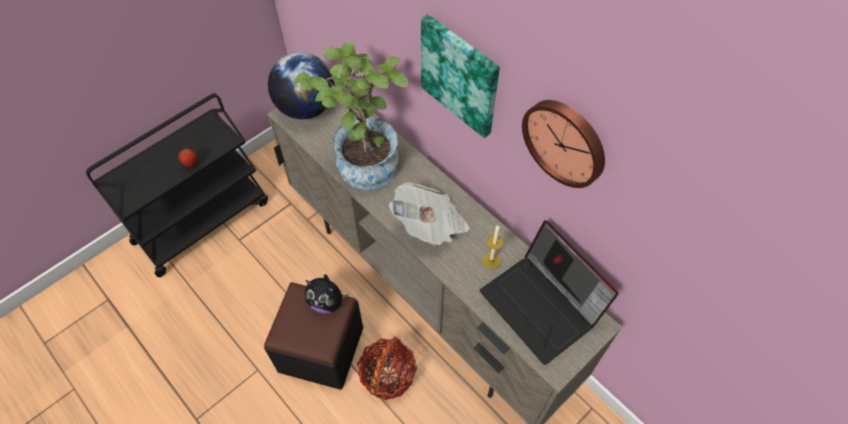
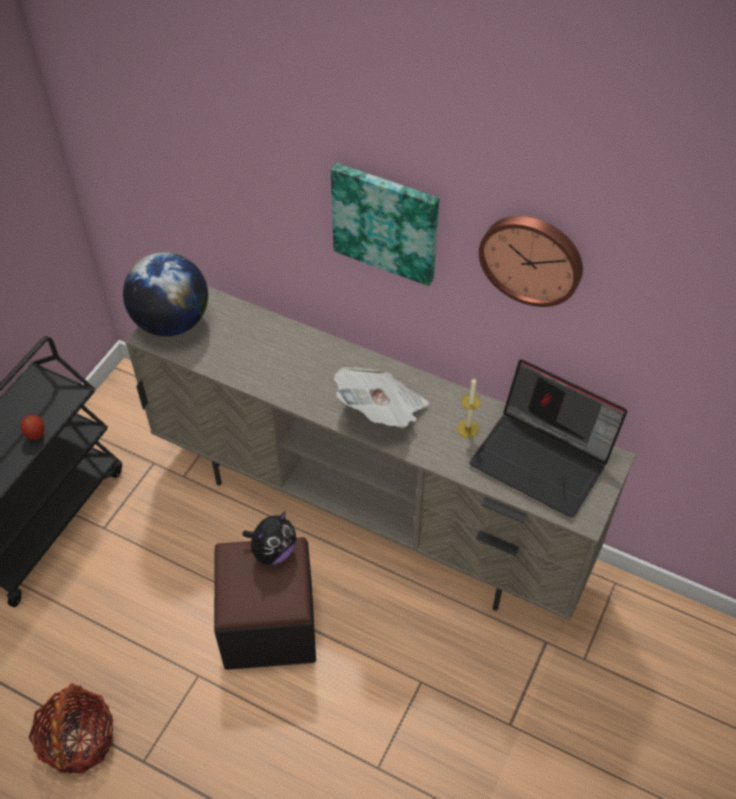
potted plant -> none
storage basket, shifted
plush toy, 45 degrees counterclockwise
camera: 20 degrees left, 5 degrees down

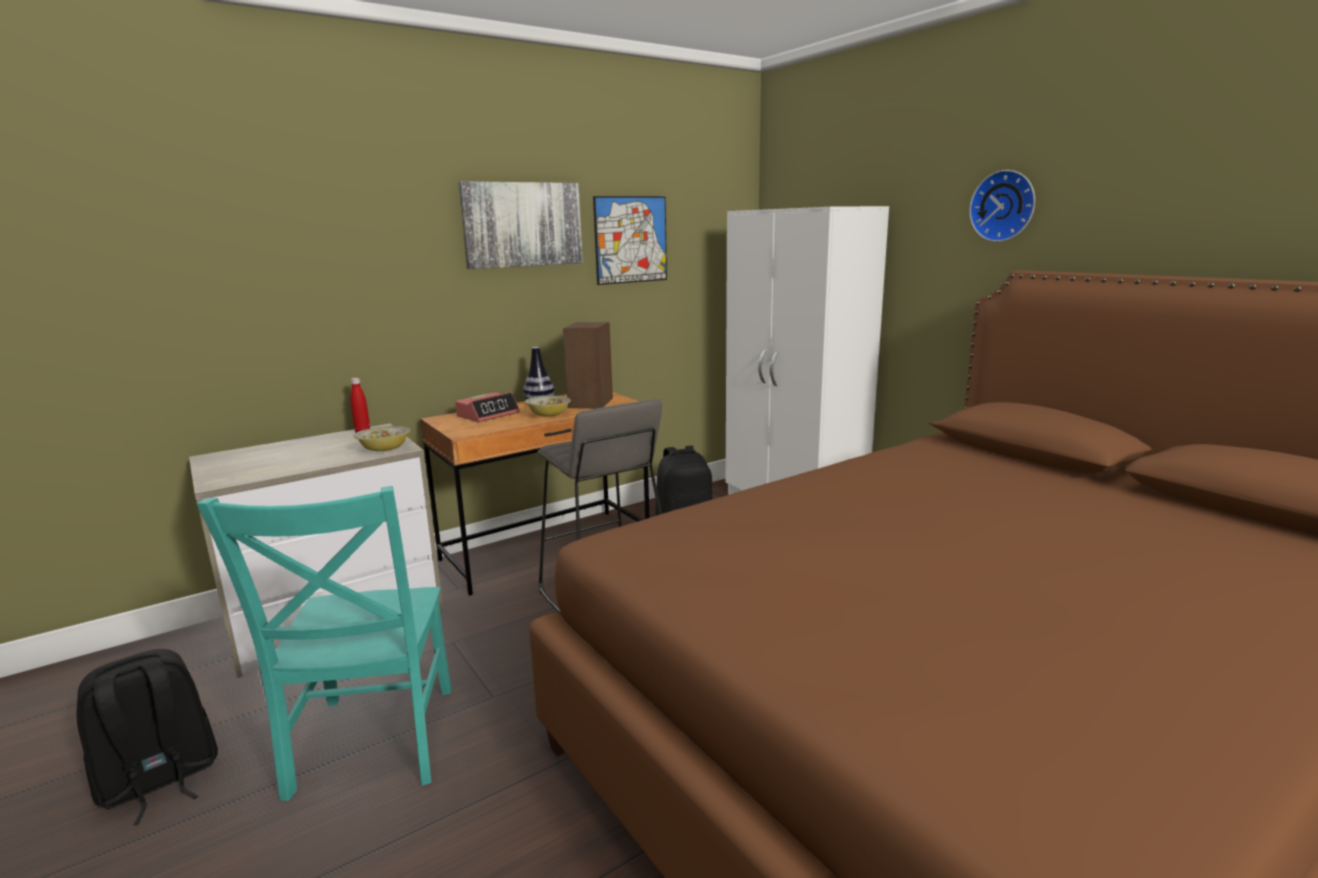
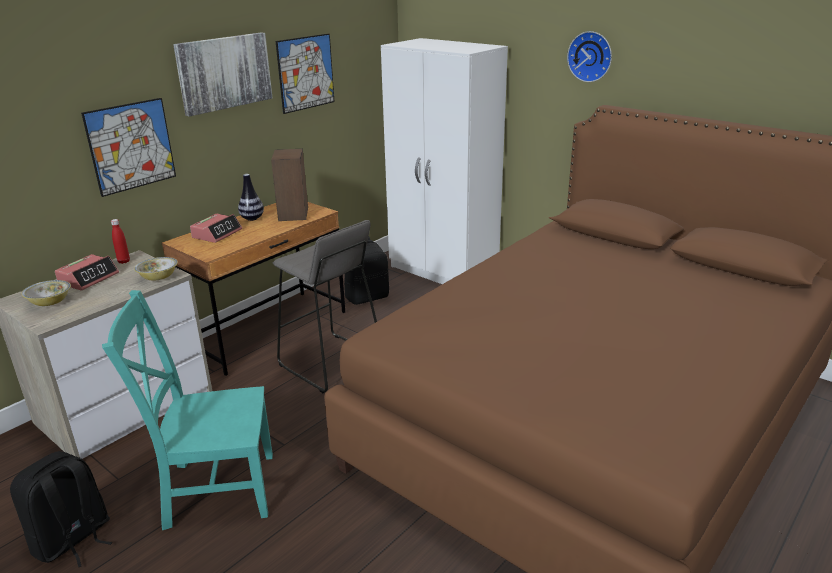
none -> table clock (no. 1 from left)
none -> wall picture (no. 1 from left)
serving bowl (no. 2 from left in the first image) -> serving bowl (no. 1 from left), shifted
upright chair in blue-green, 105 degrees clockwise
camera: 15 degrees left, 10 degrees up

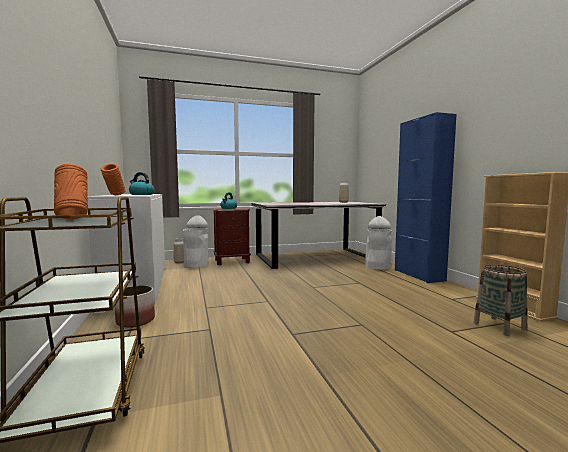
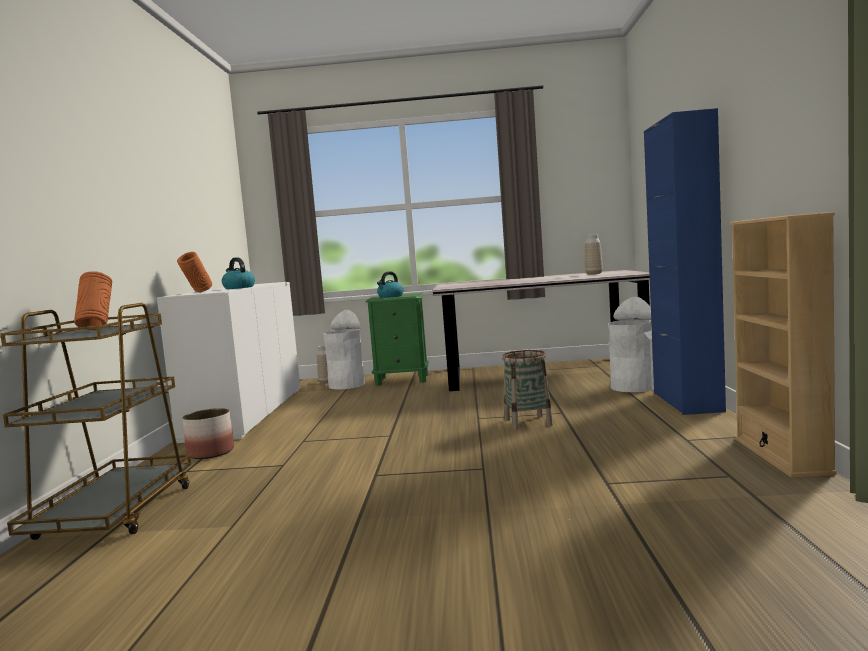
storage basket, shifted
night table in brown-coloured -> night table in green-coloured
camera: 20 degrees right, 0 degrees up

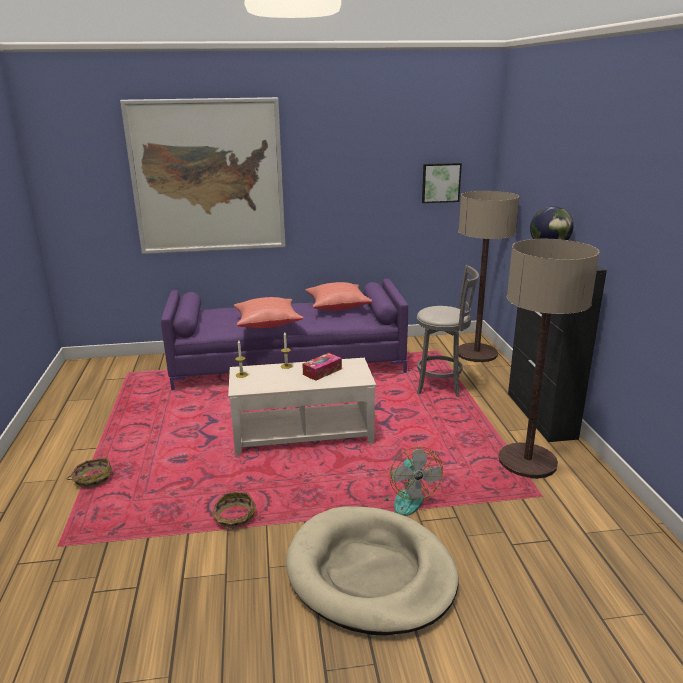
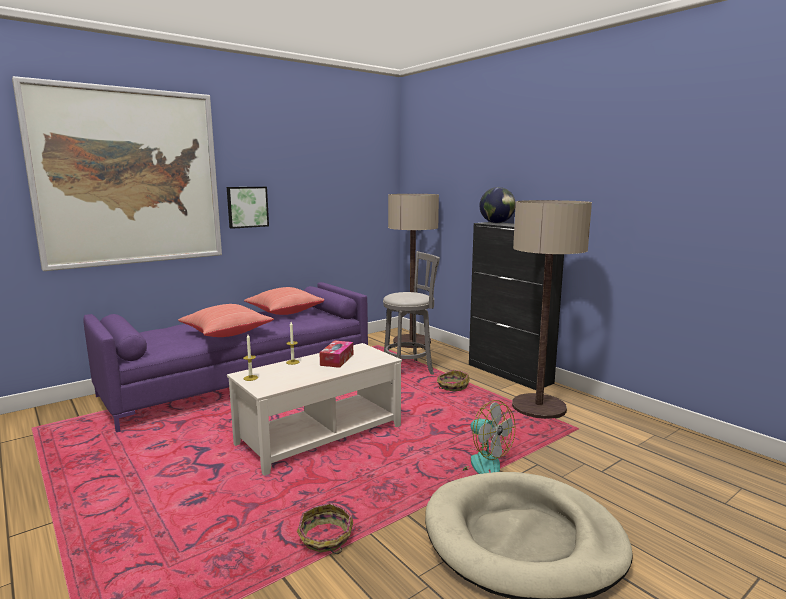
storage basket (no. 1 from left in the first image) -> storage basket (no. 2 from left), shifted
wall picture (no. 2 from left), shifted
camera: 30 degrees left, 10 degrees down

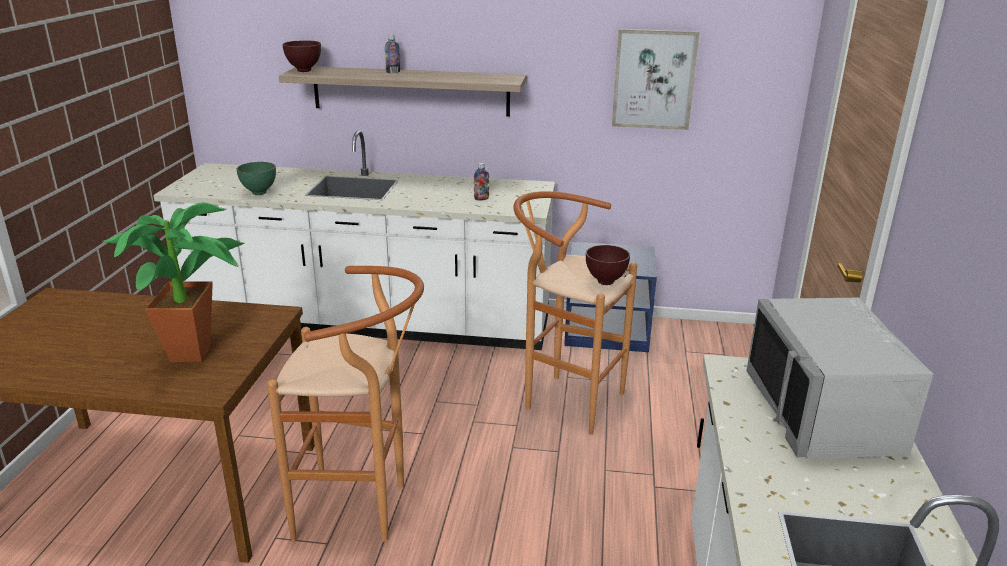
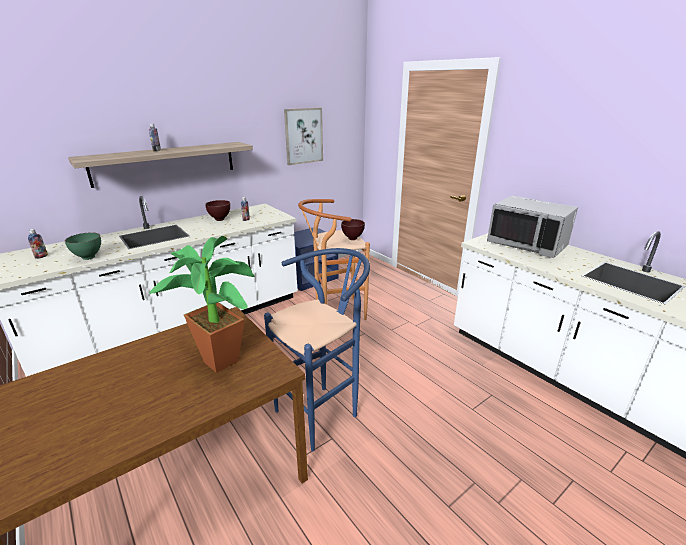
none -> drink bottle (no. 1 from left)
serving bowl in brown-coloured (no. 1 from left), shifted
sitting stool in brown-coloured (no. 1 from left) -> sitting stool in bluish
camera: 45 degrees left, 0 degrees up

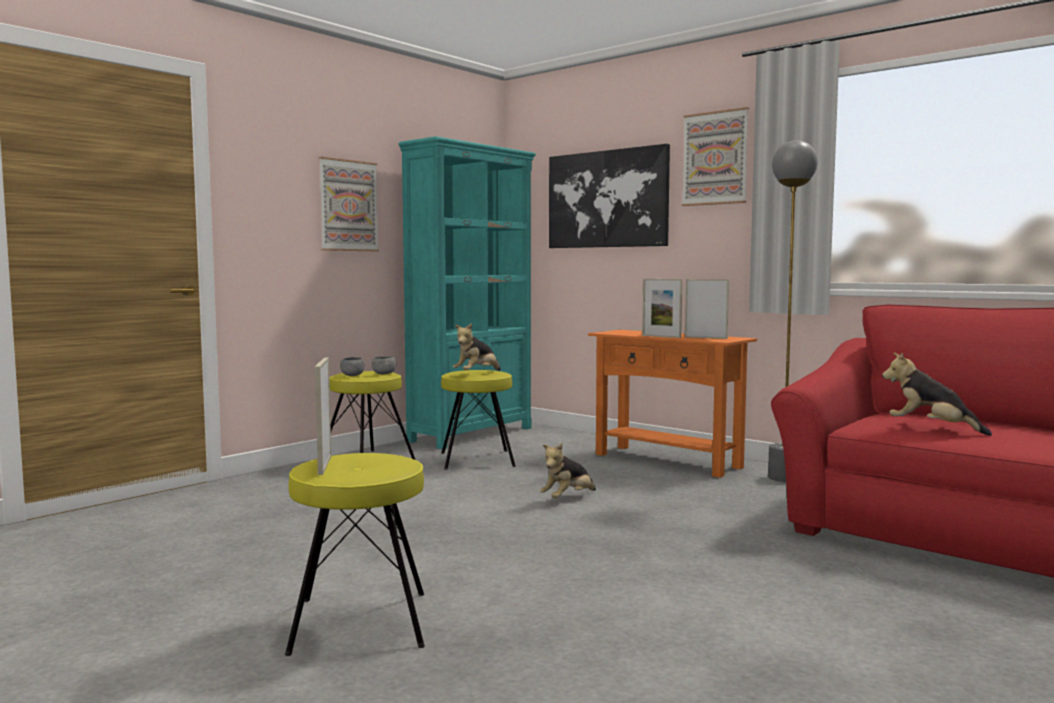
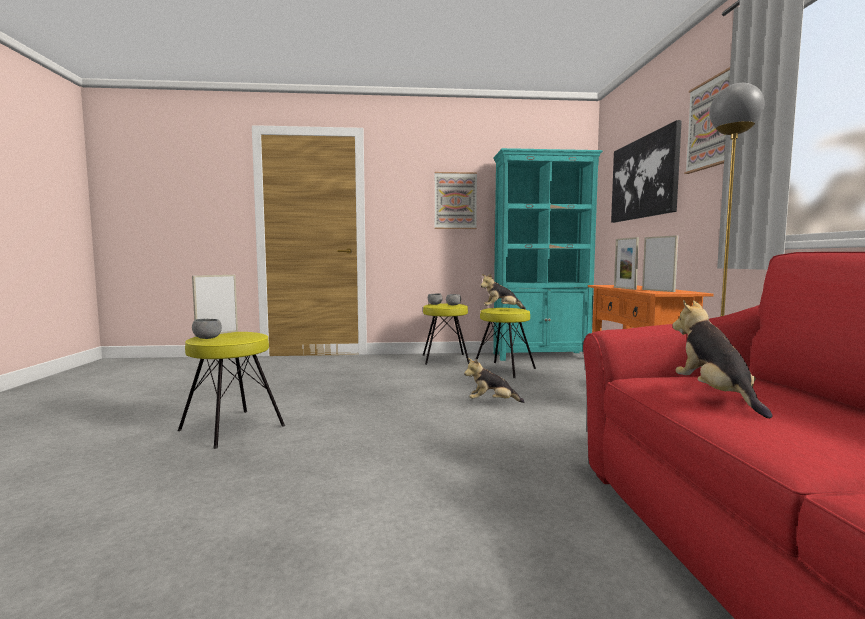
none -> serving bowl in greyish (no. 1 from left)
camera: 45 degrees right, 0 degrees up

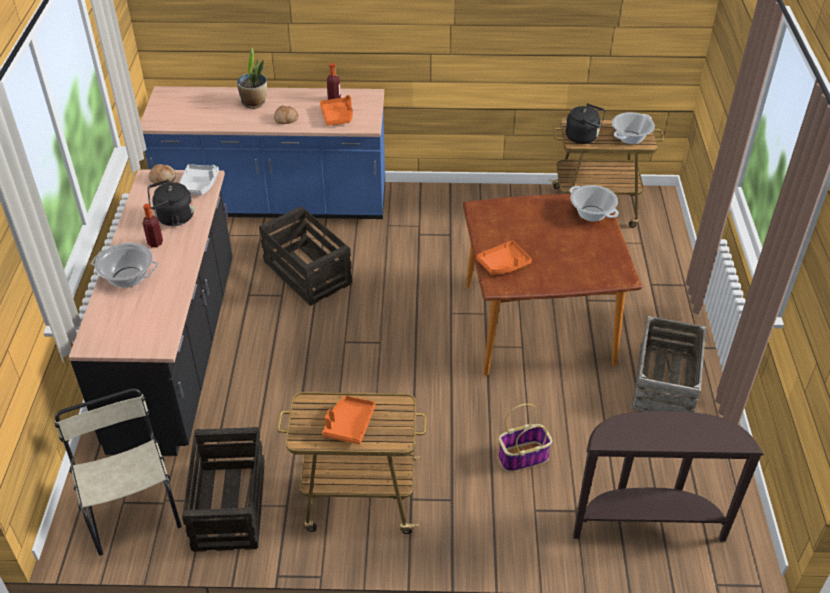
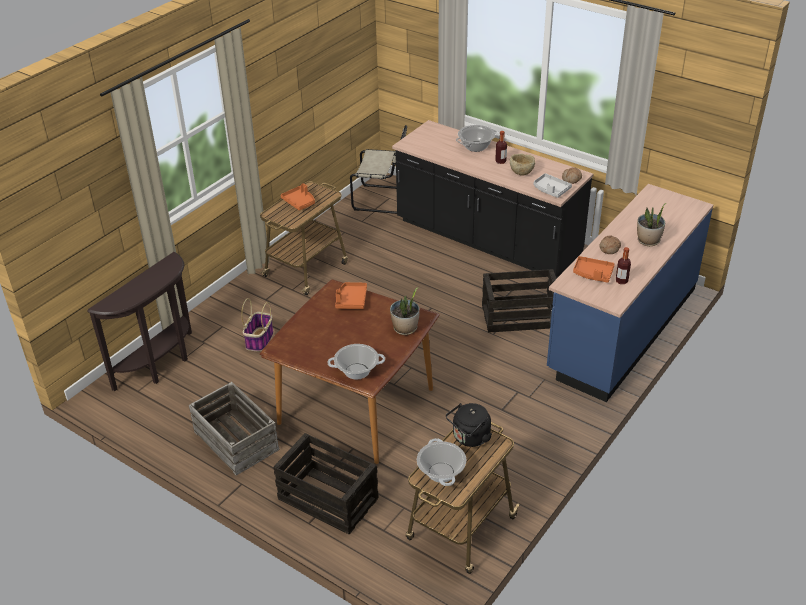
none -> potted plant (no. 1 from left)
crate (no. 1 from left in the first image) -> crate (no. 2 from left), shifted
kettle in black-coloured (no. 1 from left) -> serving bowl in beige
camera: 125 degrees right, 5 degrees down

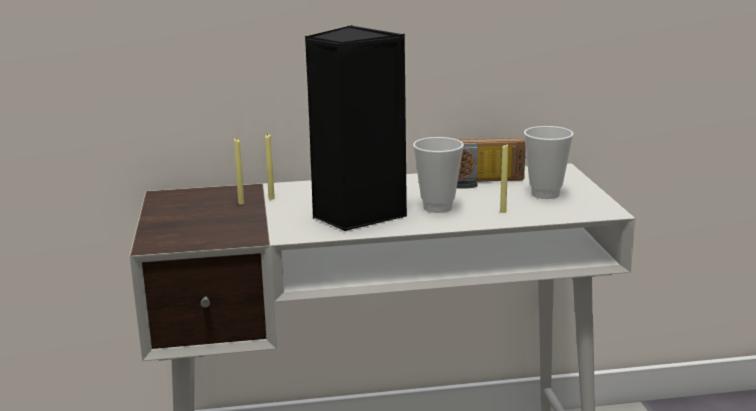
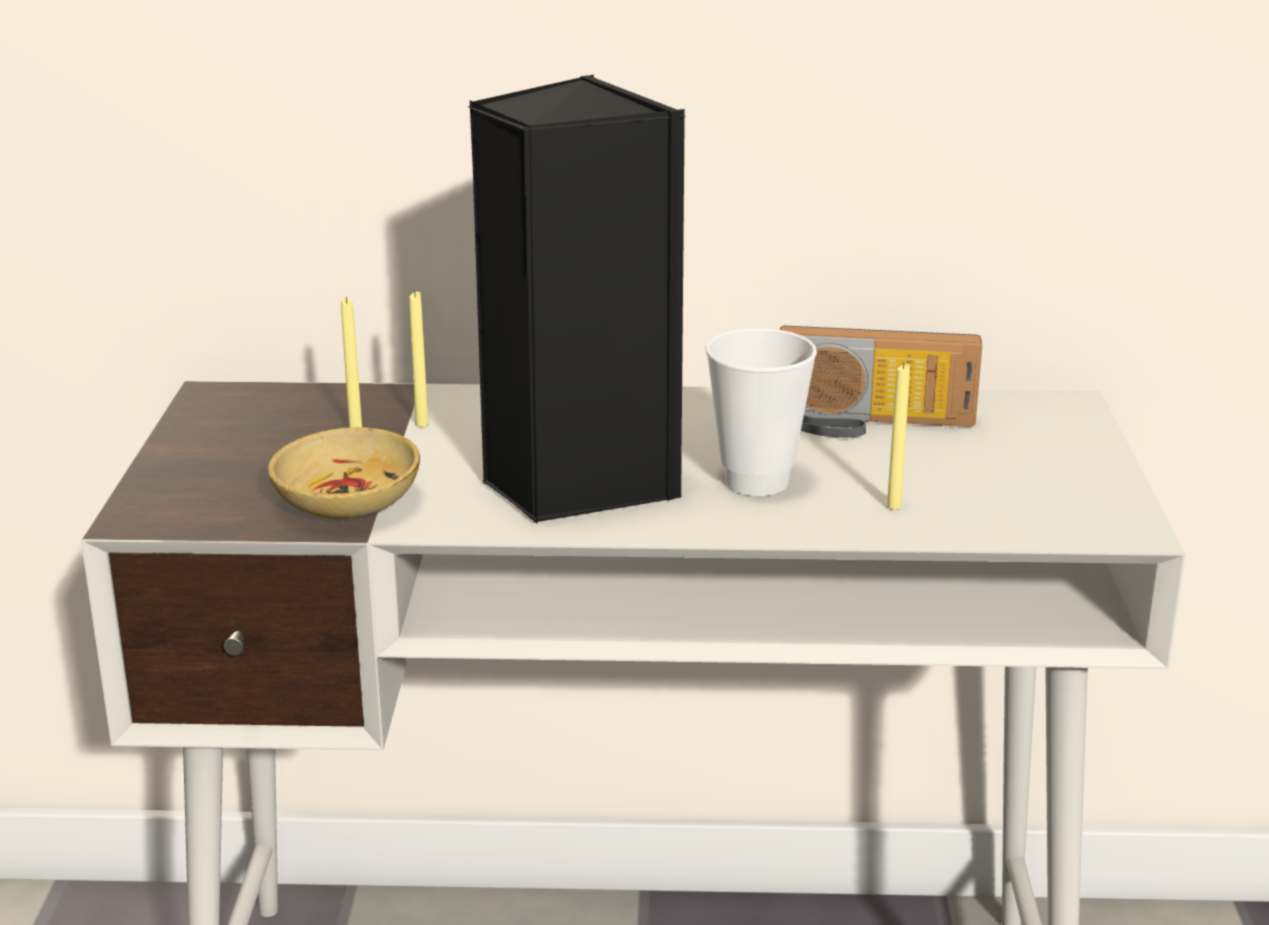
cup (no. 2 from left) -> none
none -> serving bowl in beige
camera: 10 degrees right, 5 degrees up

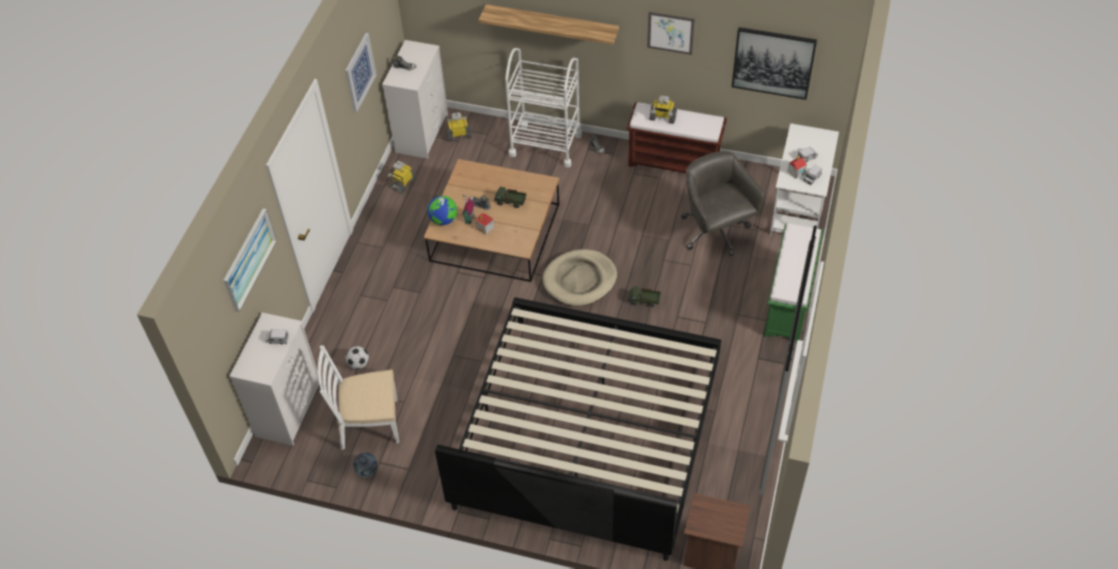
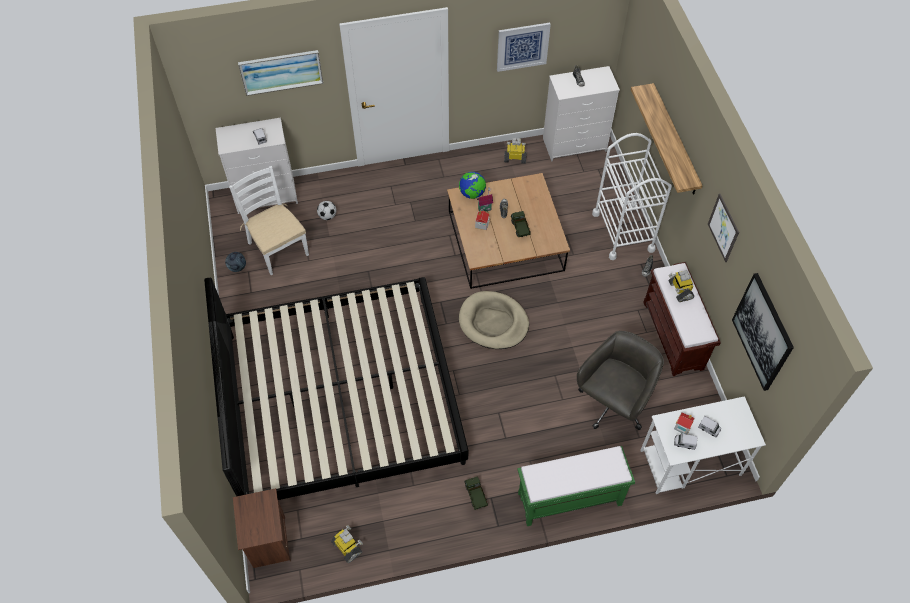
toy robot (no. 2 from left in the first image) -> toy robot (no. 1 from left), shifted
model truck (no. 3 from left in the first image) -> model truck (no. 2 from left), shifted
camera: 60 degrees right, 5 degrees up

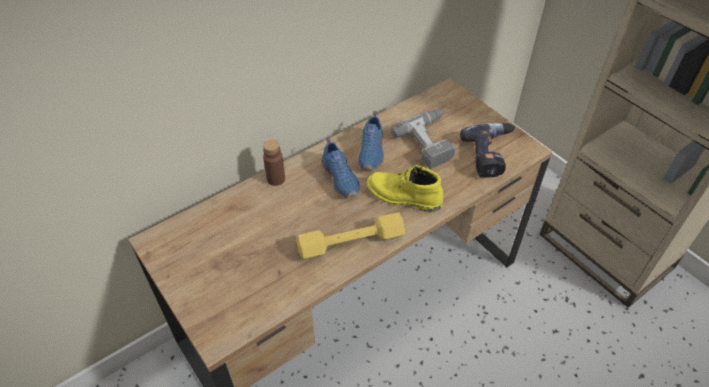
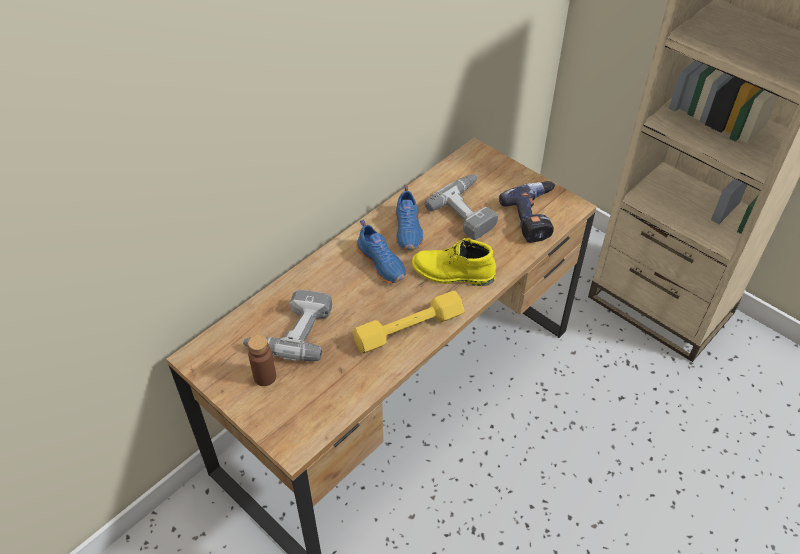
none -> drill (no. 1 from left)
drink bottle in brown-coloured, shifted
camera: 10 degrees left, 0 degrees up

